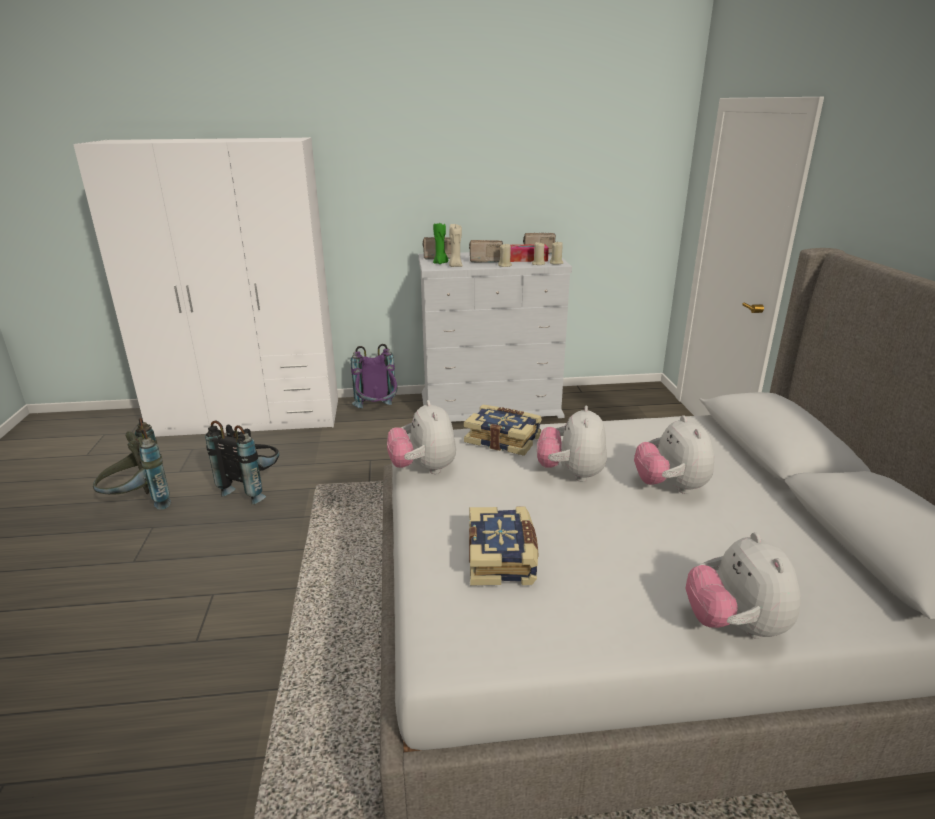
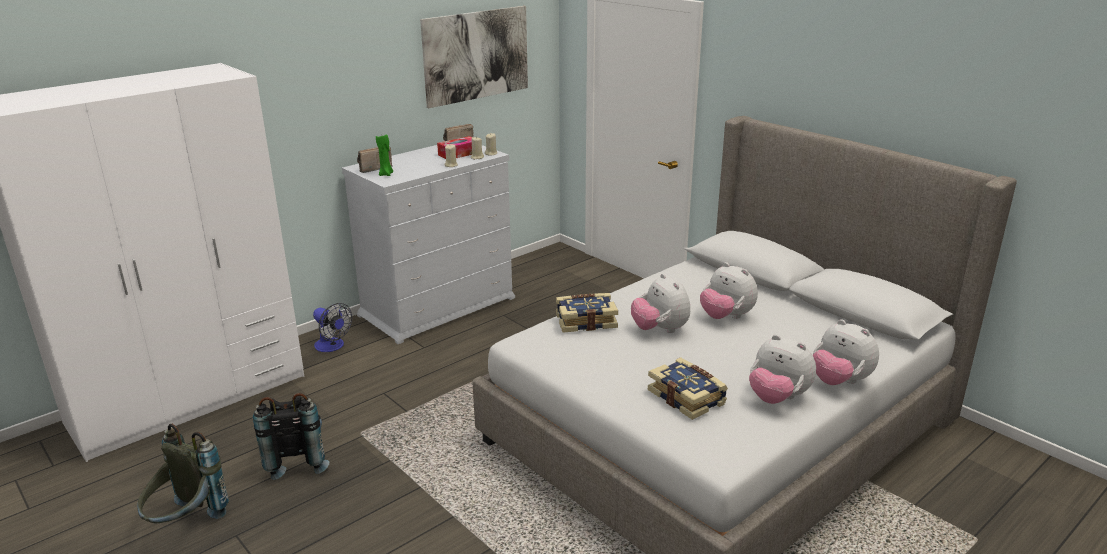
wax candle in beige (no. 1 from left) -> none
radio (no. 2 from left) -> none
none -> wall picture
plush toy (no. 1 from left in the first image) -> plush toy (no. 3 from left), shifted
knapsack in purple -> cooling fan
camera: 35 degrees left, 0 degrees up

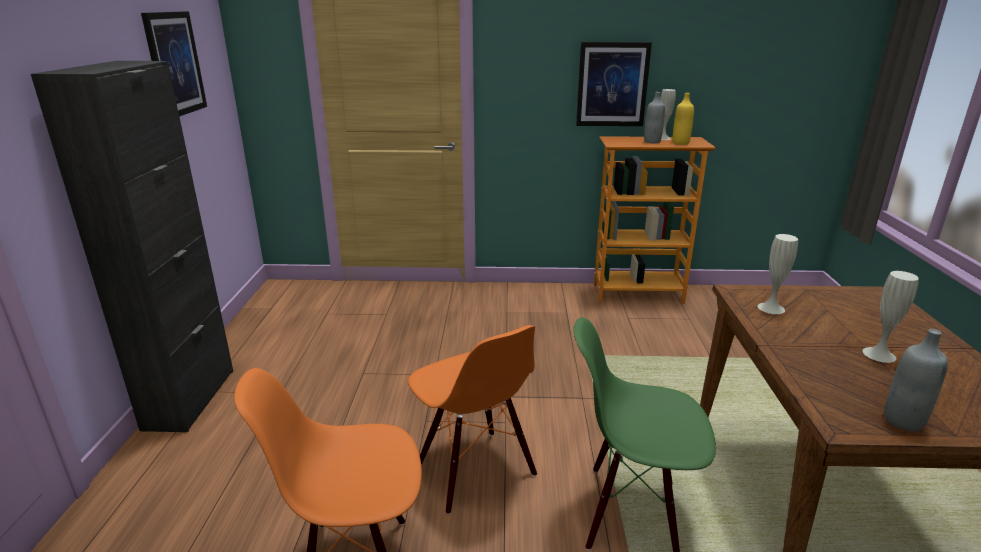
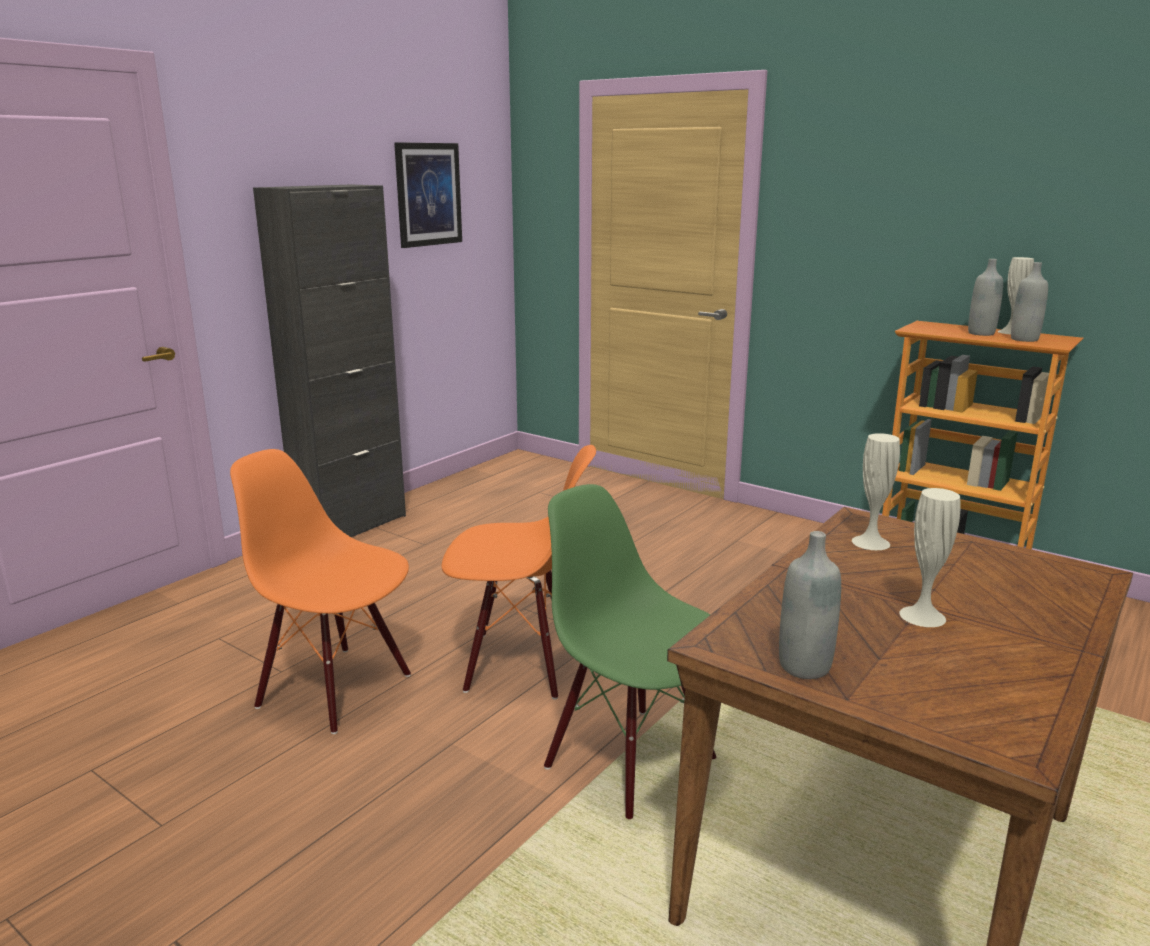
wall picture (no. 2 from left) -> none
drink bottle in yellow-coloured -> drink bottle in greyish (no. 3 from left)
upright chair in orange-coloured (no. 2 from left), 90 degrees counterclockwise
camera: 35 degrees right, 5 degrees down

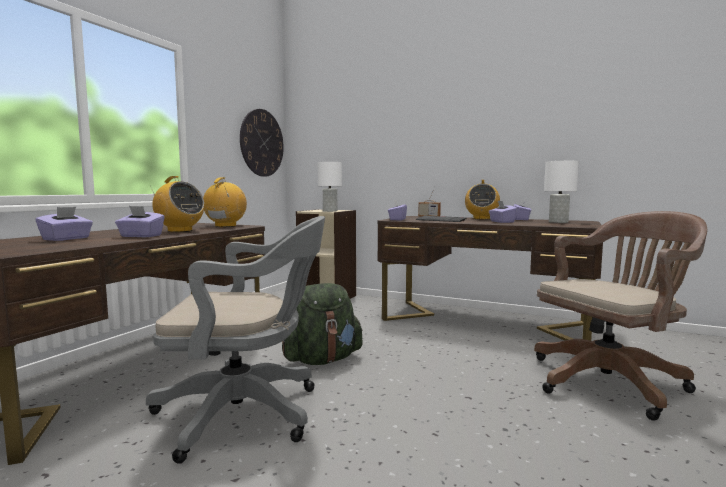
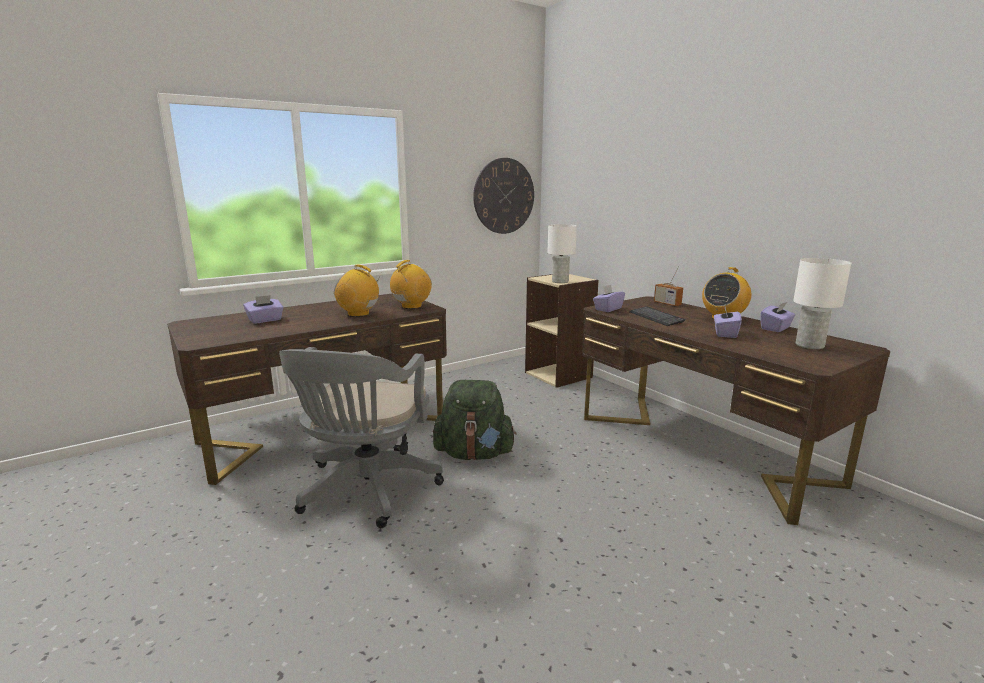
tissue box in purple (no. 2 from left) -> none
office chair in brown-coloured -> none
office chair in greyish, 75 degrees clockwise
radio (no. 1 from left), 135 degrees clockwise
camera: 30 degrees right, 10 degrees up

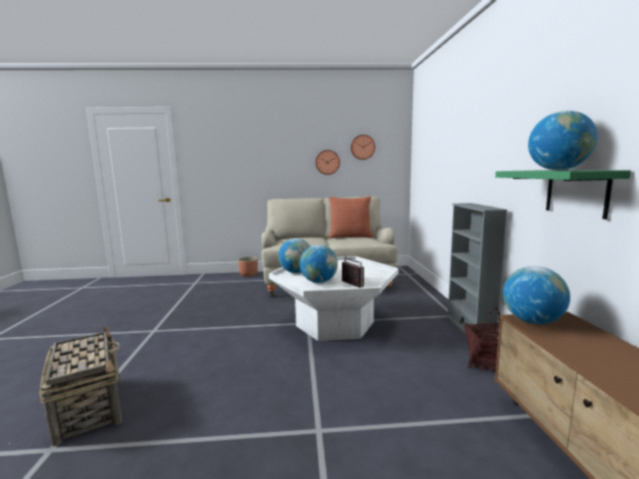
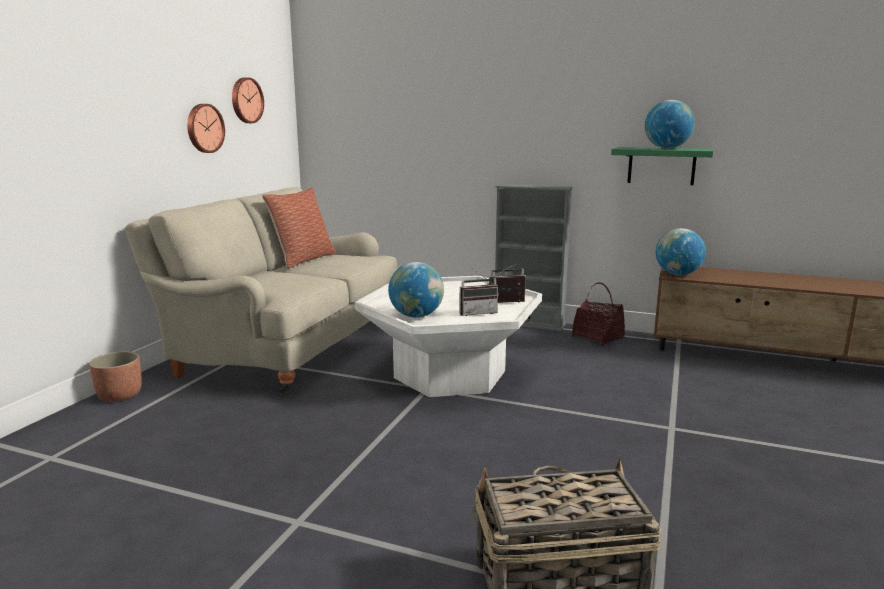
desk globe (no. 2 from left) -> radio (no. 1 from left)
camera: 65 degrees left, 5 degrees up

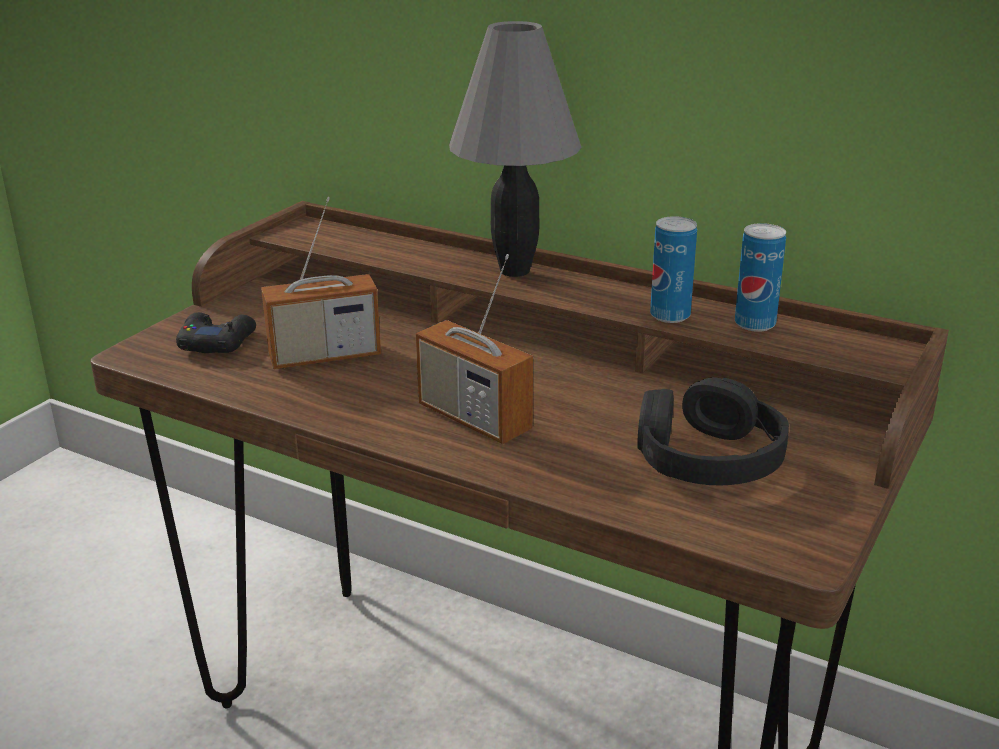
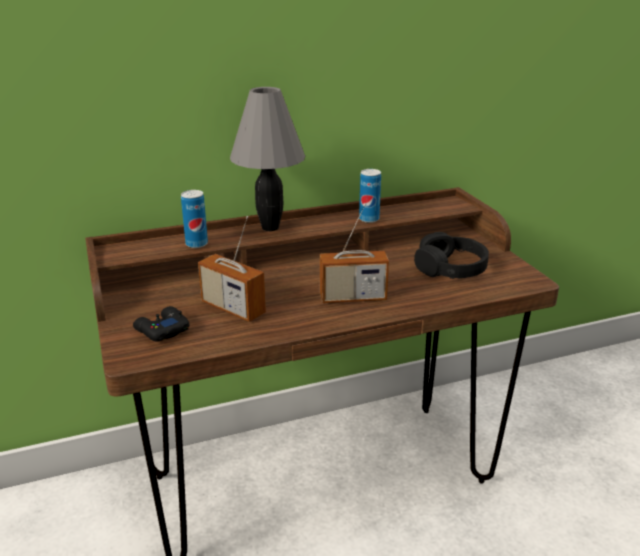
can (no. 2 from left in the first image) -> can (no. 1 from left), shifted
radio (no. 1 from left), 105 degrees clockwise
camera: 50 degrees left, 0 degrees up

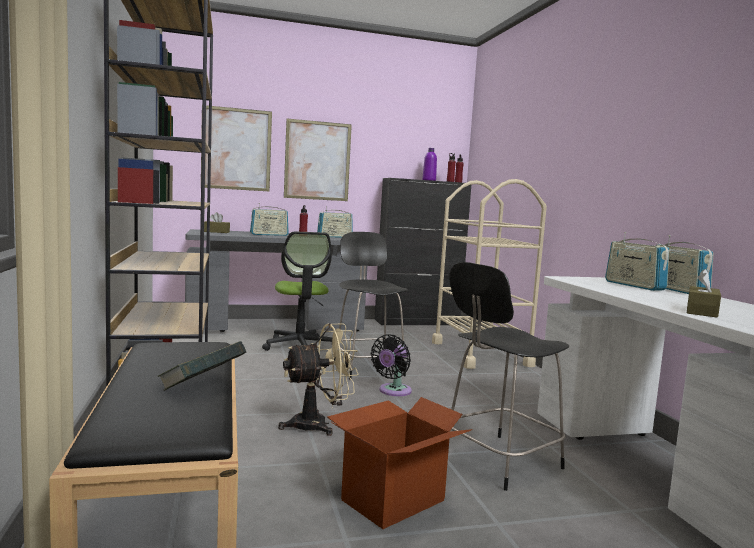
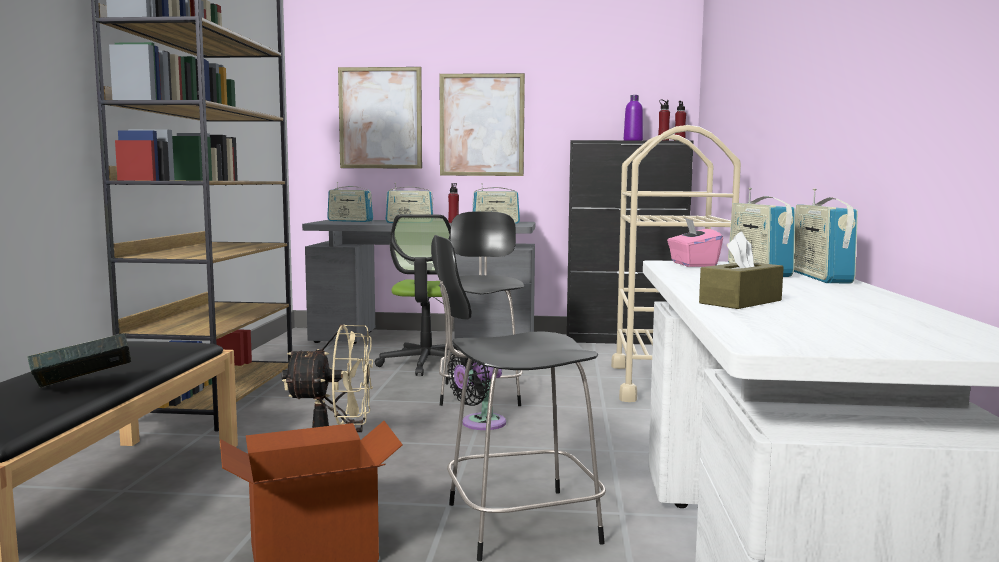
none -> tissue box in pink
tissue box in brown-coloured (no. 1 from left) -> radio (no. 1 from left)
camera: 20 degrees right, 0 degrees up

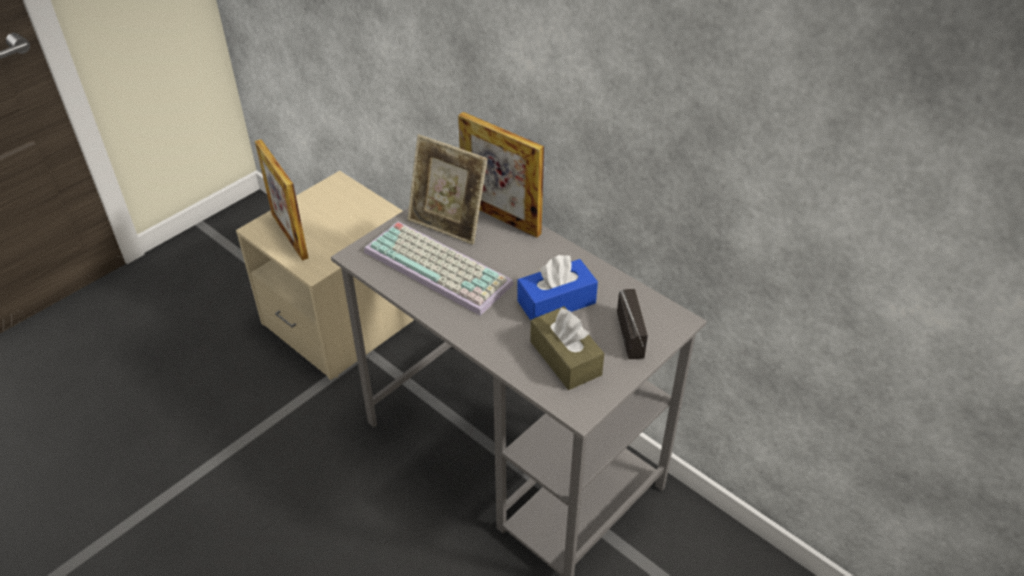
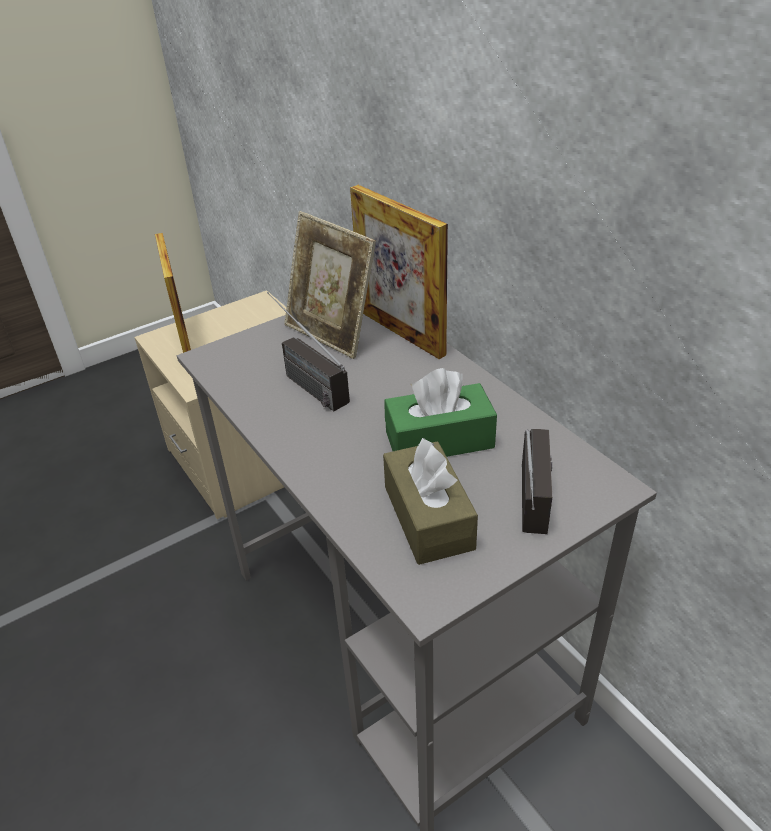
computer keyboard -> radio (no. 1 from left)
tissue box in bluish -> tissue box in green-coloured
camera: 15 degrees right, 5 degrees down

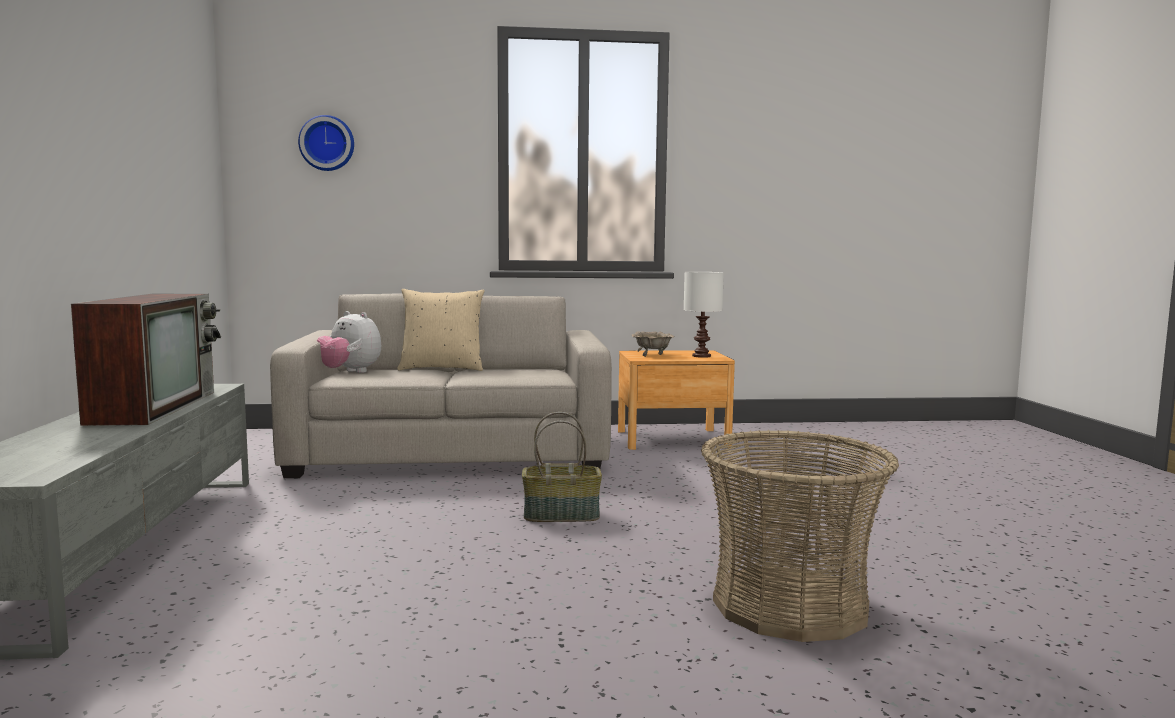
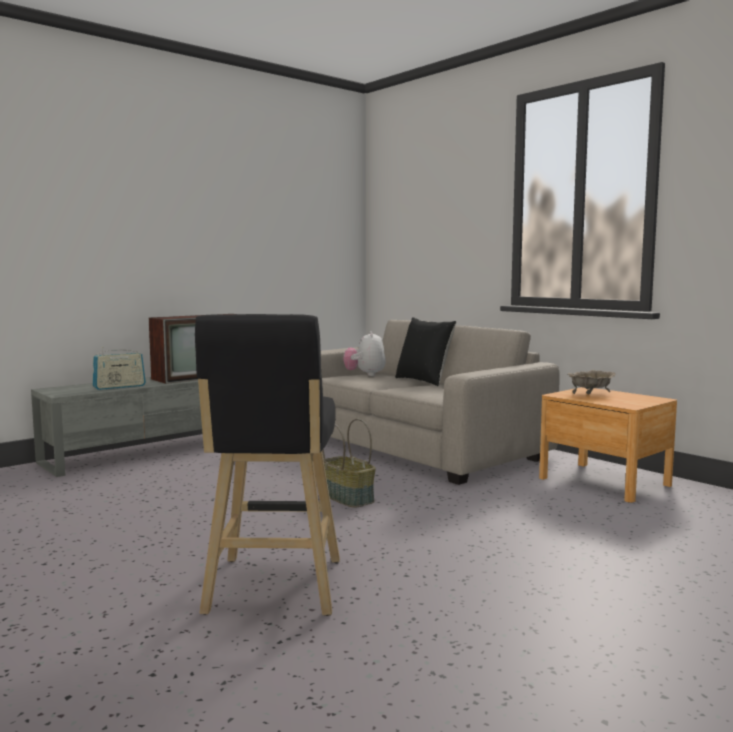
clock on the wall -> none
tabletop lamp in whitish -> none
none -> radio
storage basket (no. 2 from left) -> sitting stool in black-coloured
cushion in beige -> cushion in black-coloured
camera: 55 degrees right, 0 degrees up

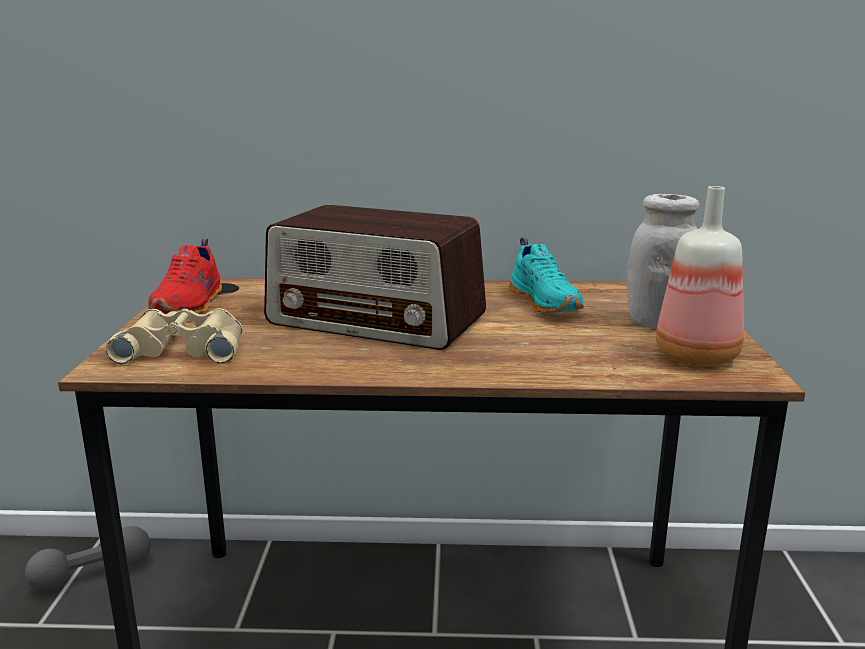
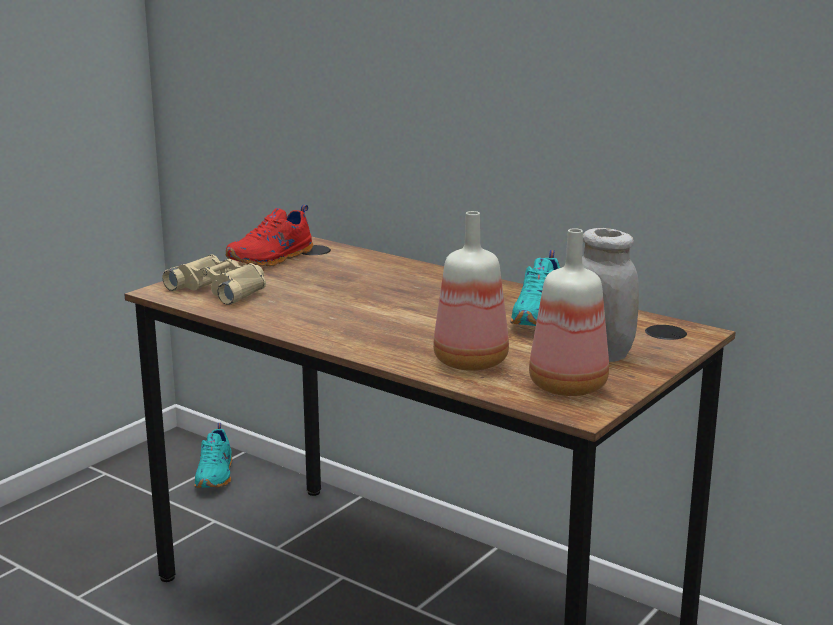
radio -> none
none -> drink bottle (no. 1 from left)
free weight in greyish -> item of footwear in blue-green (no. 1 from left)
camera: 35 degrees right, 0 degrees up

